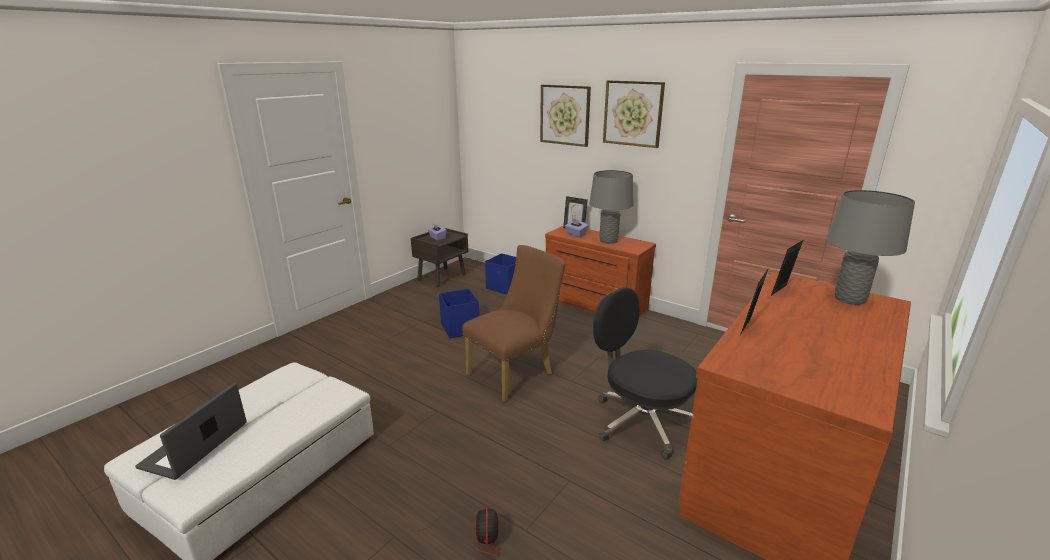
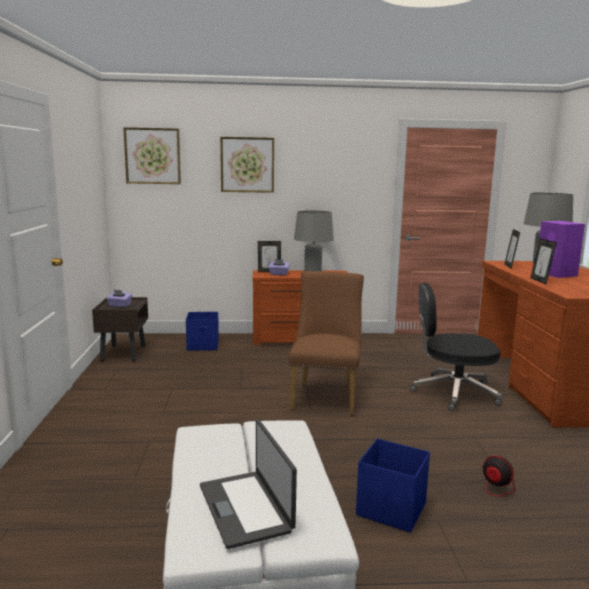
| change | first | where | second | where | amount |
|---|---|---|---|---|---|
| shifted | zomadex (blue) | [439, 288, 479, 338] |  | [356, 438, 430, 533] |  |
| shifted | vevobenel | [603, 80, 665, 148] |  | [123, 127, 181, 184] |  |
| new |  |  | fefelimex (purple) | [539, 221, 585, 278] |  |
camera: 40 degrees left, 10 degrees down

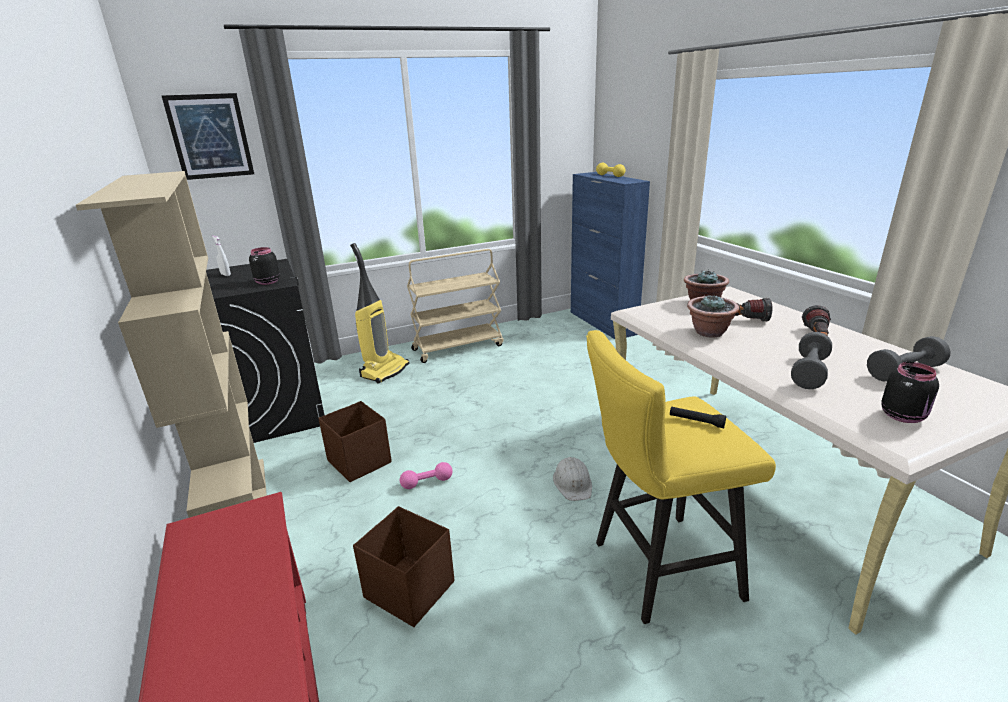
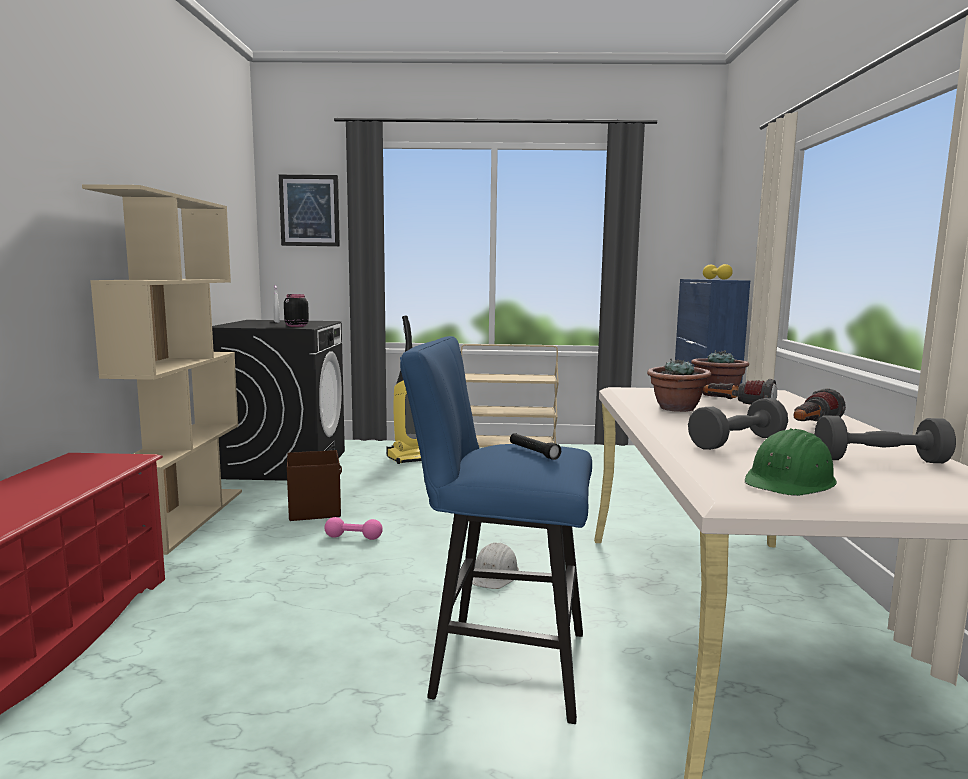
| change | first | where | second | where | amount |
|---|---|---|---|---|---|
| gone | zomadex (brown) | [353, 506, 454, 627] |  |  |  |
| repainted | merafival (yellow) | [586, 330, 776, 624] | merafival (blue) | [400, 336, 592, 724] |  |
| swapped | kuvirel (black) | [882, 362, 939, 423] | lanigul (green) | [745, 428, 837, 496] |  |
camera: 25 degrees right, 15 degrees down

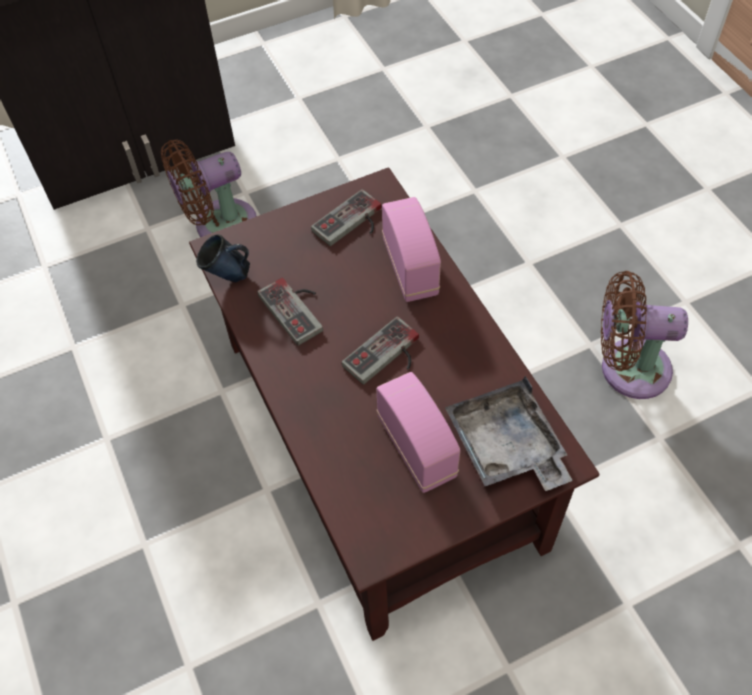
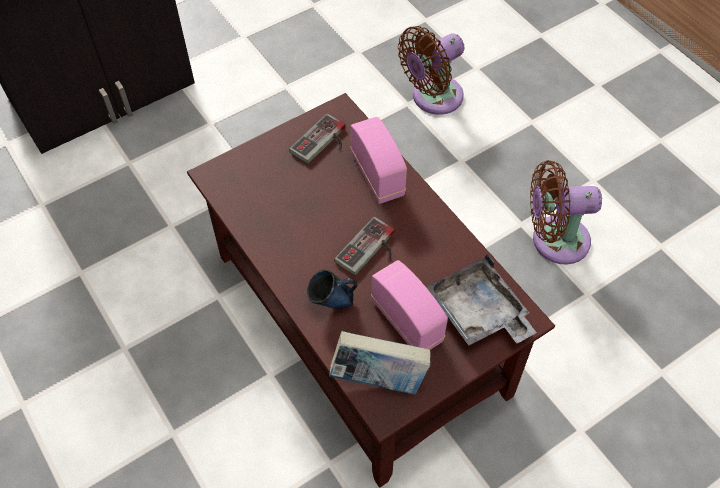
| change | first | where | second | where | amount |
|---|---|---|---|---|---|
| shifted | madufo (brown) | [161, 139, 256, 237] |  | [398, 26, 465, 115] |  |
| shifted | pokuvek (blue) | [196, 234, 250, 282] |  | [307, 270, 358, 309] |  |
| gone | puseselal | [257, 278, 323, 346] |  |  |  |
| new |  |  | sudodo | [329, 331, 430, 394] |  |
camera: 10 degrees left, 0 degrees up

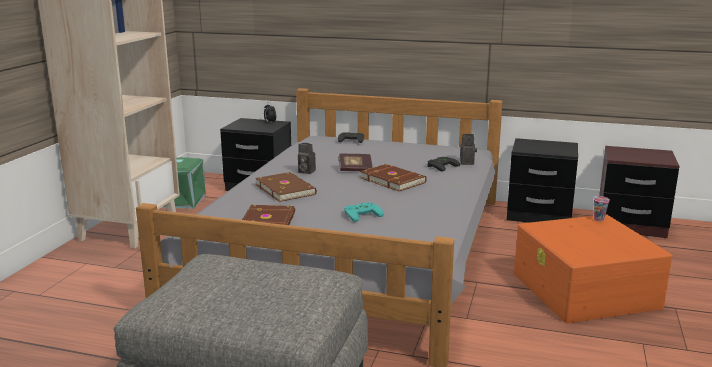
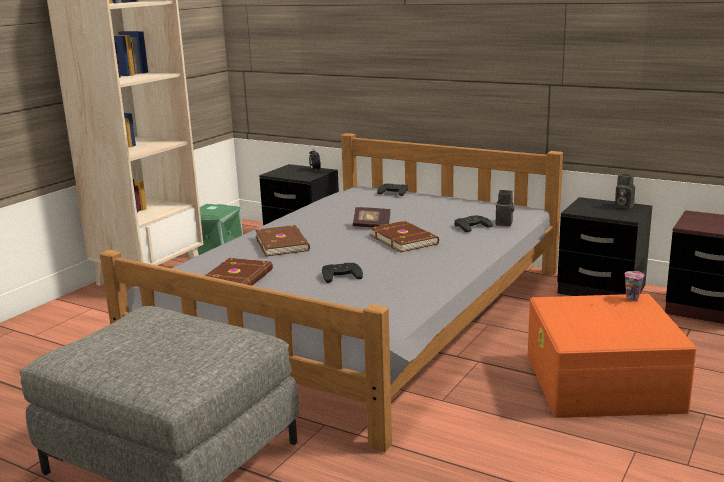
| change | first | where | second | where | amount |
|---|---|---|---|---|---|
| shifted | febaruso | [298, 143, 316, 174] |  | [615, 174, 635, 209] |  |
| repainted | puseselal (turquoise) | [344, 203, 384, 222] | puseselal (black) | [322, 263, 363, 283] |  |
camera: 15 degrees right, 0 degrees up

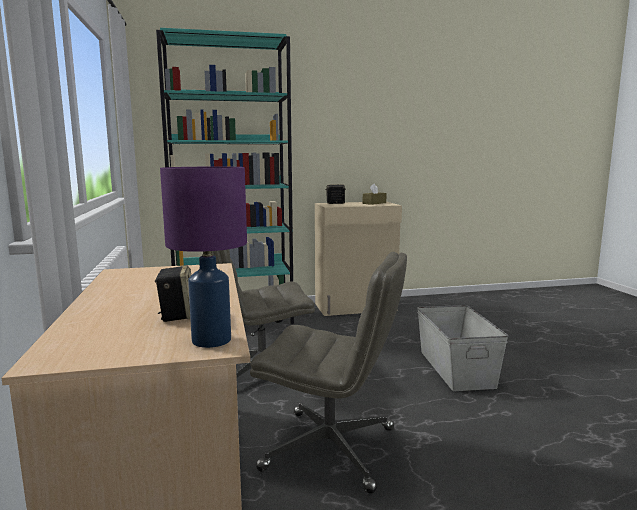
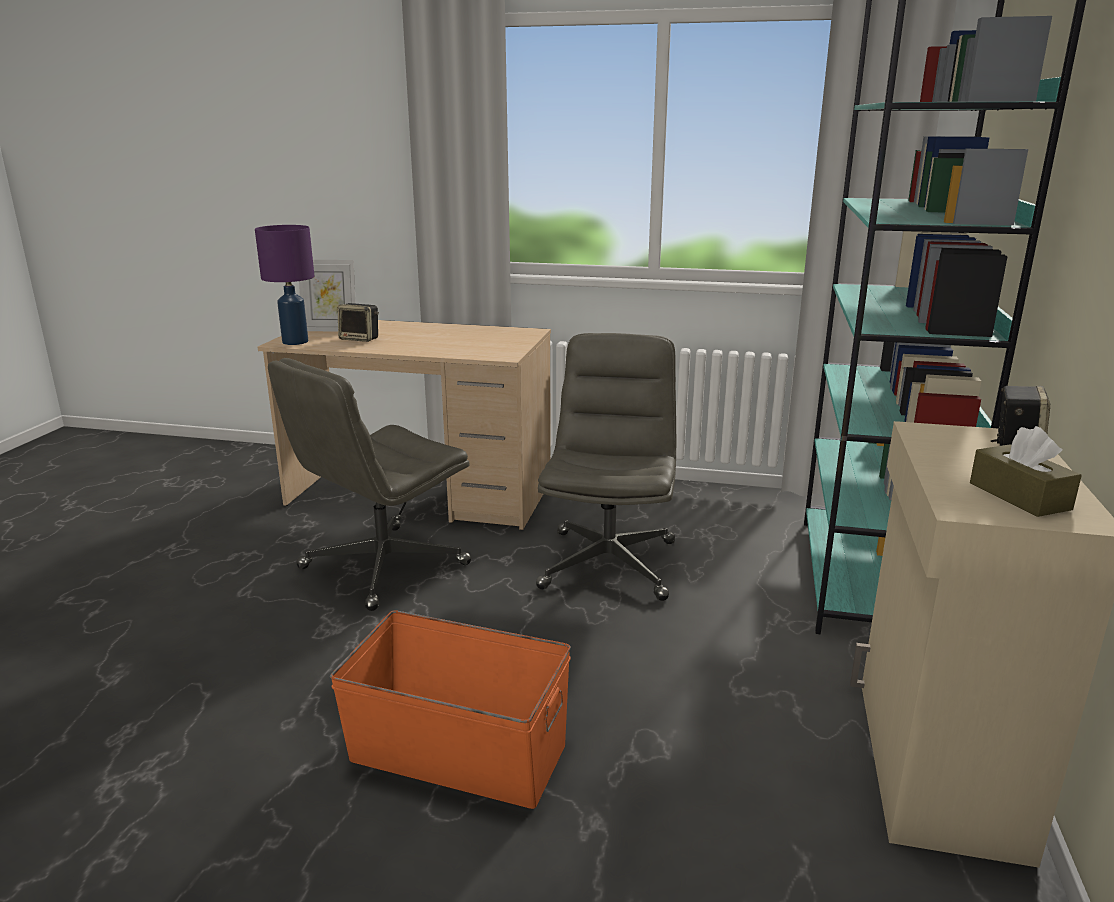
| change | first | where | second | where | amount |
|---|---|---|---|---|---|
| repainted | zomadex (grey) | [417, 305, 508, 391] | zomadex (orange) | [330, 611, 571, 809] |  |
| new |  |  | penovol | [299, 260, 356, 332] |  |
camera: 115 degrees right, 10 degrees up

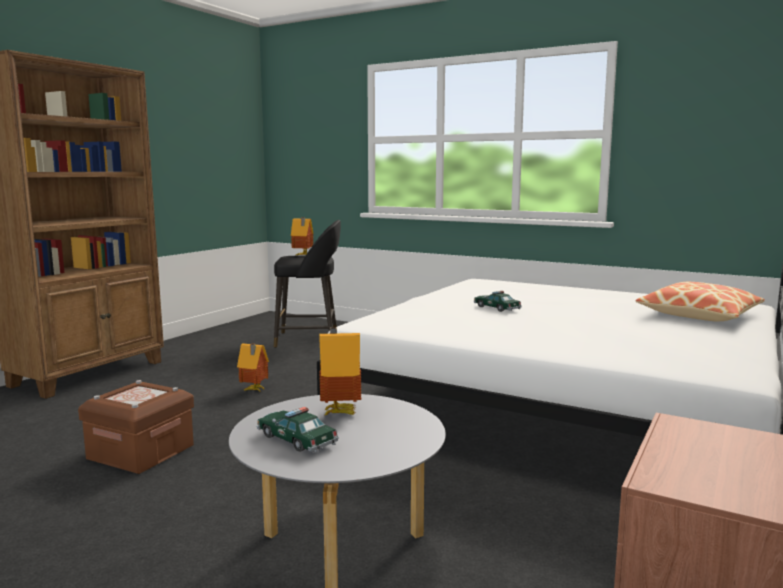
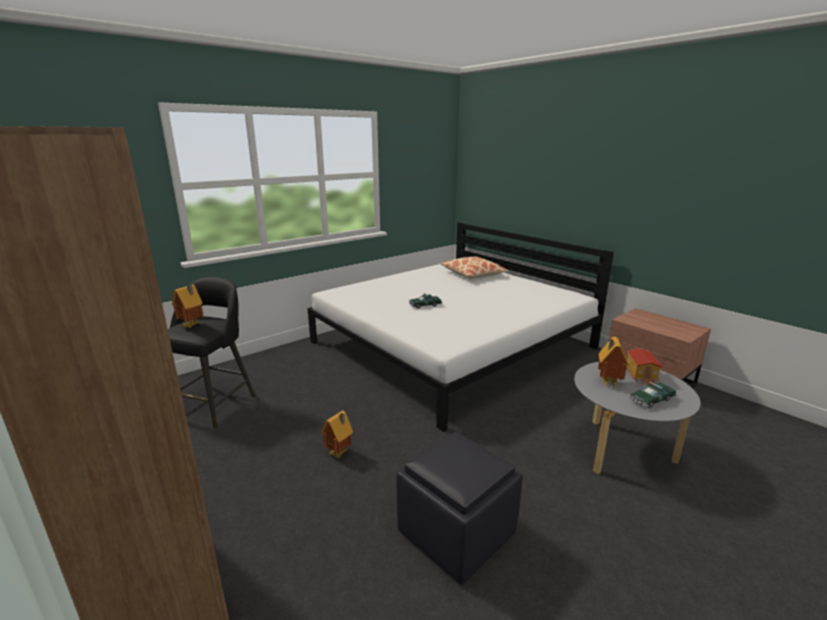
| change | first | where | second | where | amount |
|---|---|---|---|---|---|
| swapped | zomadex (brown) | [78, 380, 194, 474] | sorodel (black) | [396, 432, 523, 585] |  |
| new |  |  | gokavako | [627, 348, 663, 385] |  |
camera: 70 degrees left, 10 degrees up

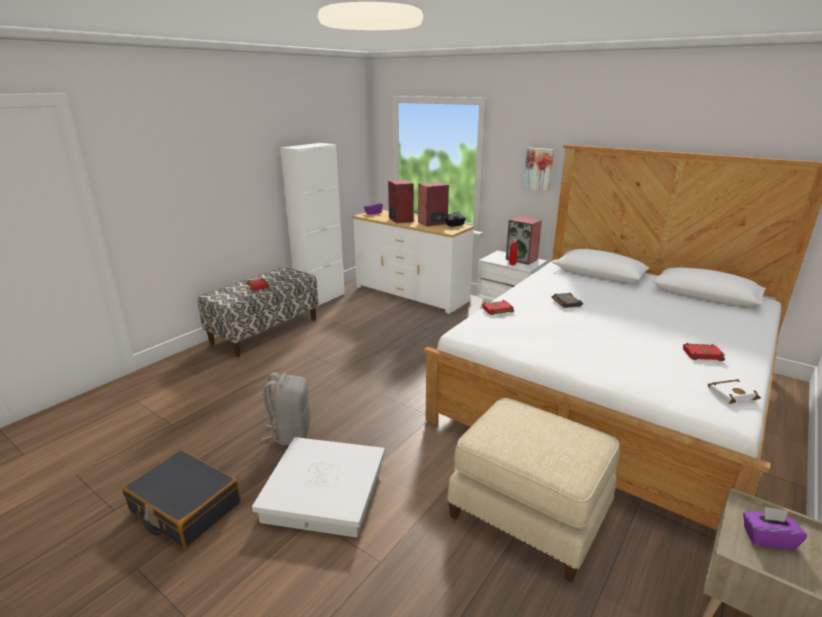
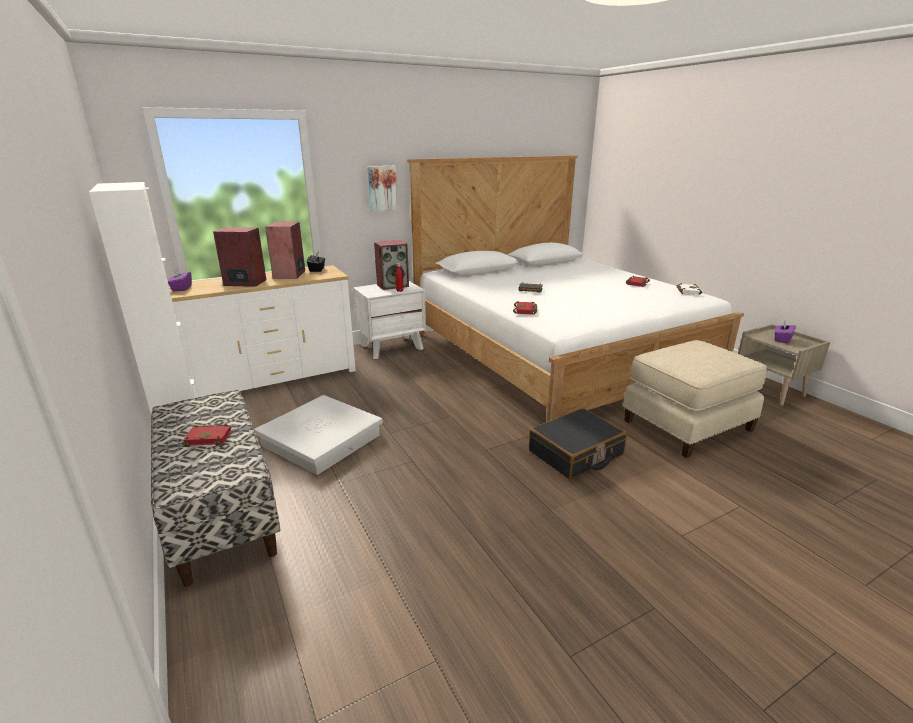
| change | first | where | second | where | amount |
|---|---|---|---|---|---|
| shifted | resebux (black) | [122, 450, 241, 548] |  | [529, 408, 627, 479] |  |
| shifted | zomadex (white) | [252, 437, 385, 538] |  | [254, 395, 383, 475] |  |
| gone | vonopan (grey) | [262, 372, 311, 446] |  |  |  |
camera: 65 degrees left, 0 degrees up

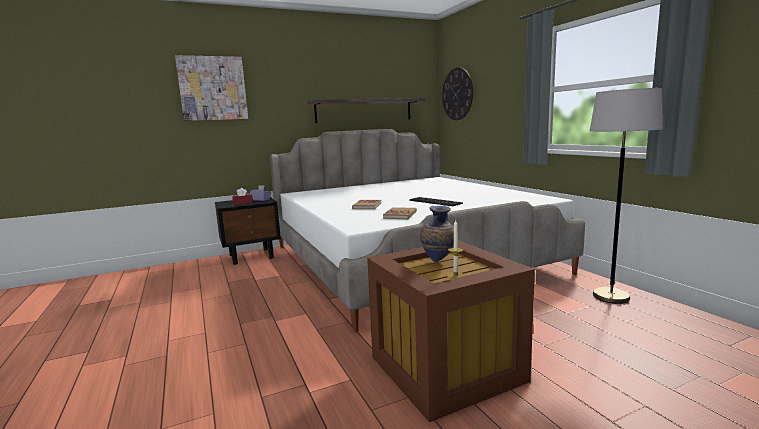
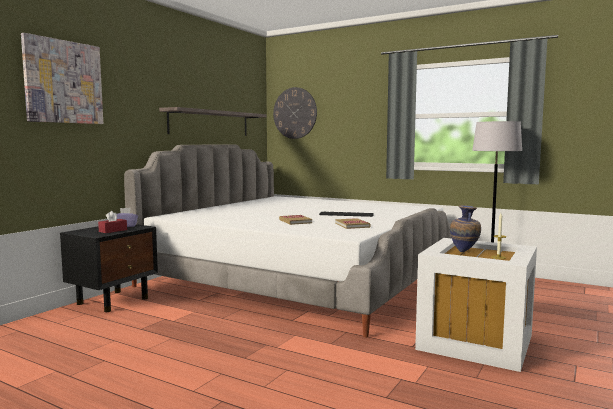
| change | first | where | second | where | amount |
|---|---|---|---|---|---|
| repainted | zomadex (brown) | [367, 240, 535, 422] | zomadex (white) | [415, 238, 537, 372] |  |
camera: 35 degrees left, 5 degrees down

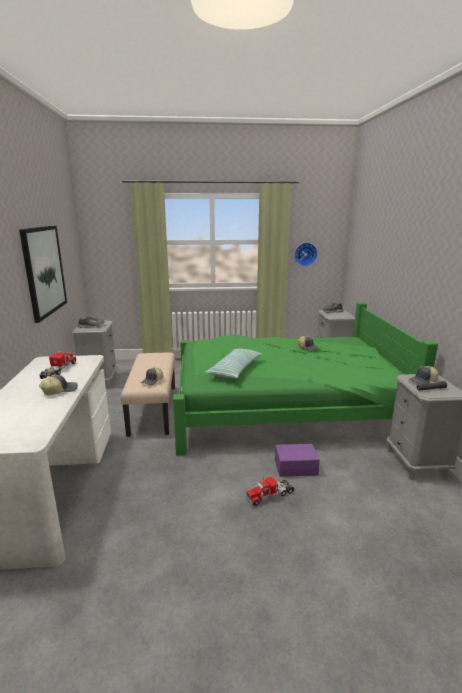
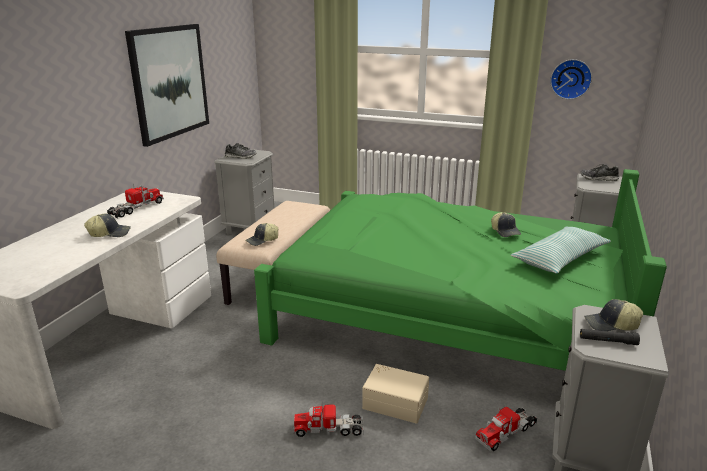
| change | first | where | second | where | amount |
|---|---|---|---|---|---|
| shifted | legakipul | [205, 348, 262, 378] |  | [511, 226, 611, 274] |  |
| repainted | zomadex (purple) | [275, 444, 320, 477] | zomadex (beige) | [362, 364, 429, 423] |  |
| new |  |  | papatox | [475, 407, 537, 451] |  |
camera: 25 degrees right, 5 degrees up

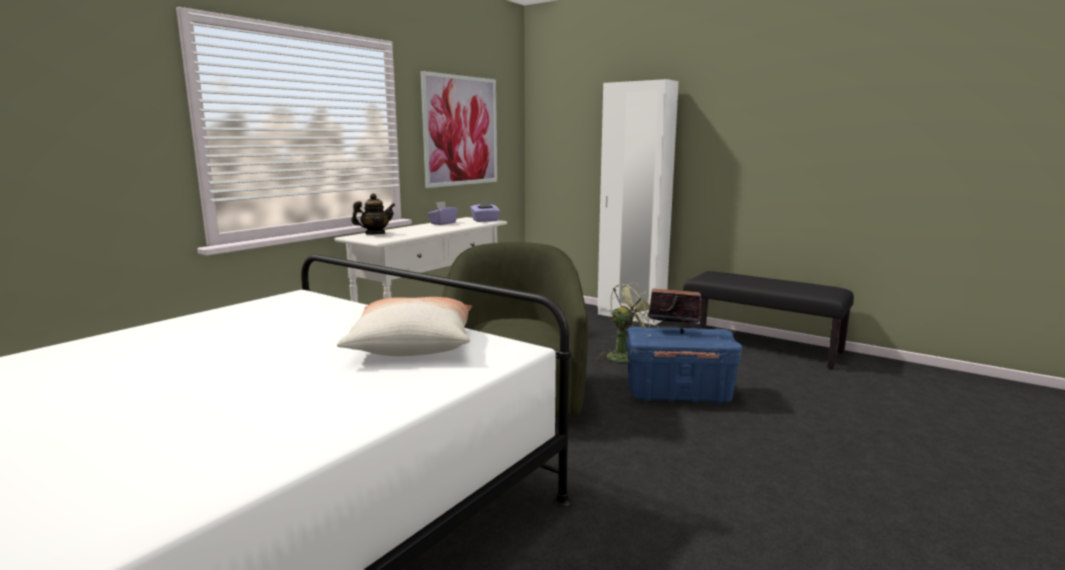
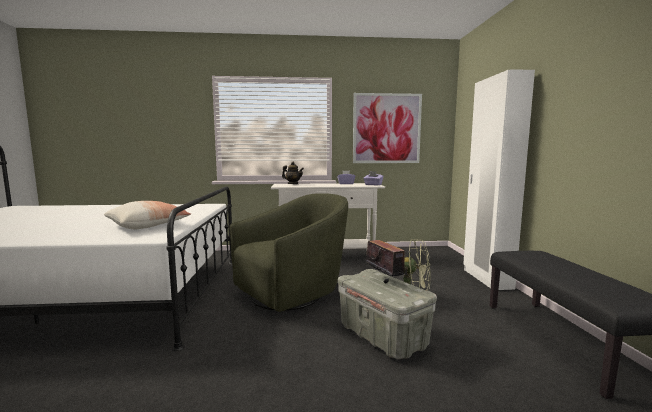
| change | first | where | second | where | amount |
|---|---|---|---|---|---|
| repainted | zomadex (blue) | [626, 327, 742, 404] | zomadex (grey) | [338, 269, 437, 359] |  |
camera: 50 degrees right, 5 degrees down

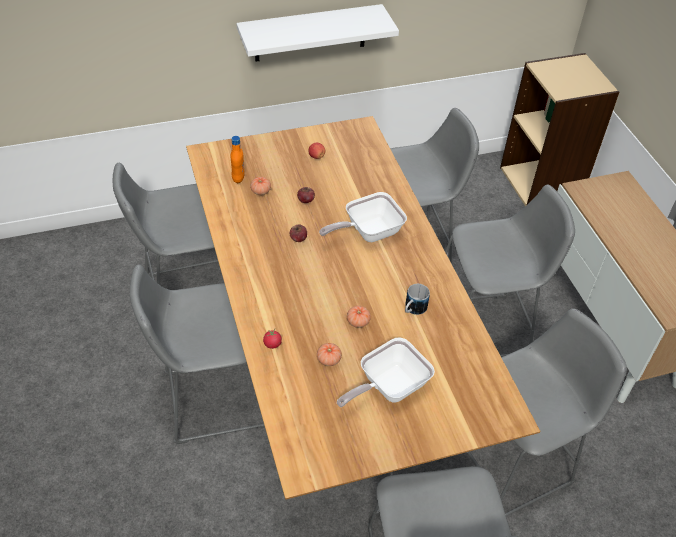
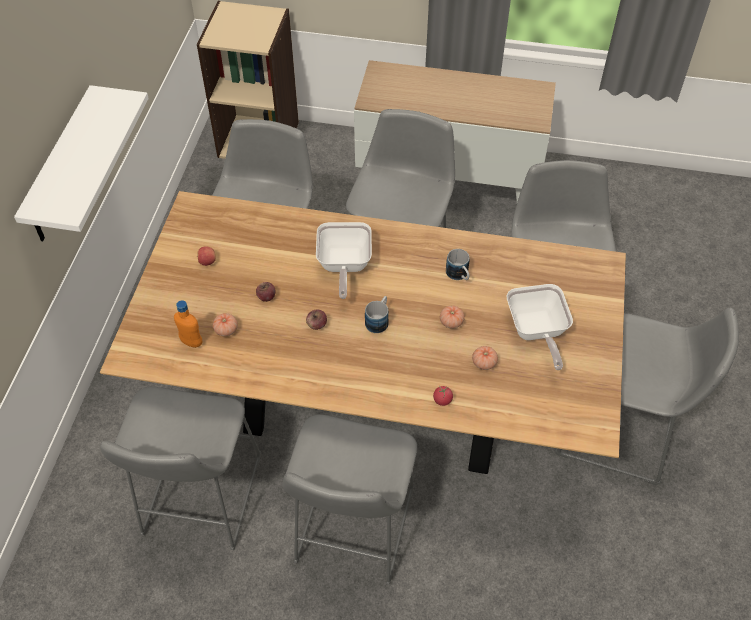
| change | first | where | second | where | amount |
|---|---|---|---|---|---|
| new |  |  | pokuvek | [365, 296, 389, 333] |  |
camera: 60 degrees left, 5 degrees up

